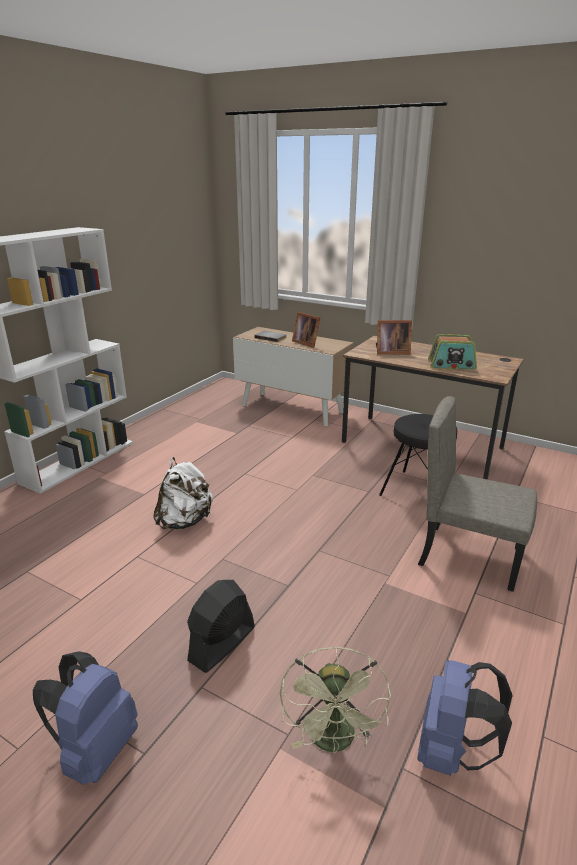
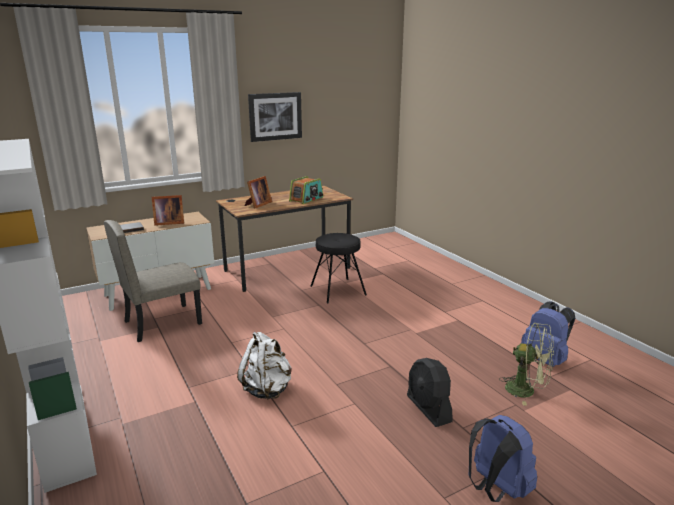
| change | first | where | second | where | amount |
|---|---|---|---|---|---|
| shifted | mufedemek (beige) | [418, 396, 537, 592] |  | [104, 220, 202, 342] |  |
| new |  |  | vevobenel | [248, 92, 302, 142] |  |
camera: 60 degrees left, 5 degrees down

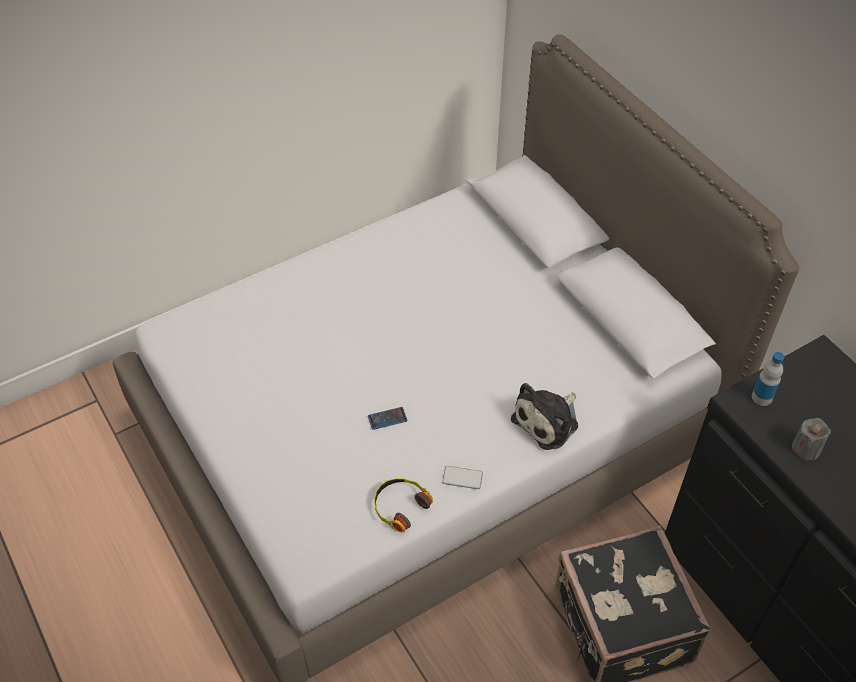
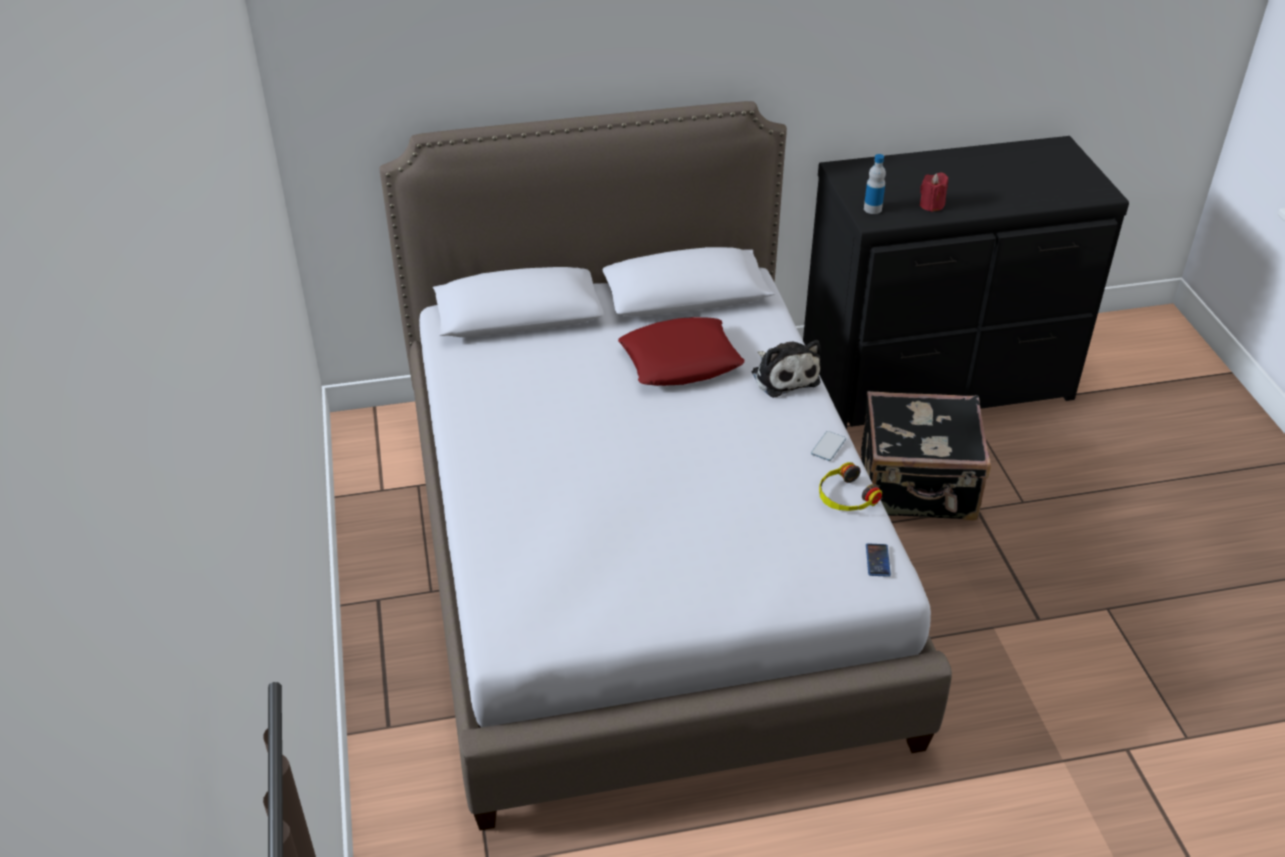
| change | first | where | second | where | amount |
|---|---|---|---|---|---|
| shifted | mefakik | [368, 407, 408, 430] |  | [866, 543, 891, 577] |  |
| repainted | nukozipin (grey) | [792, 418, 831, 461] | nukozipin (red) | [920, 172, 948, 212] |  |
| new |  |  | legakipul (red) | [618, 317, 744, 386] |  |
camera: 70 degrees left, 10 degrees down

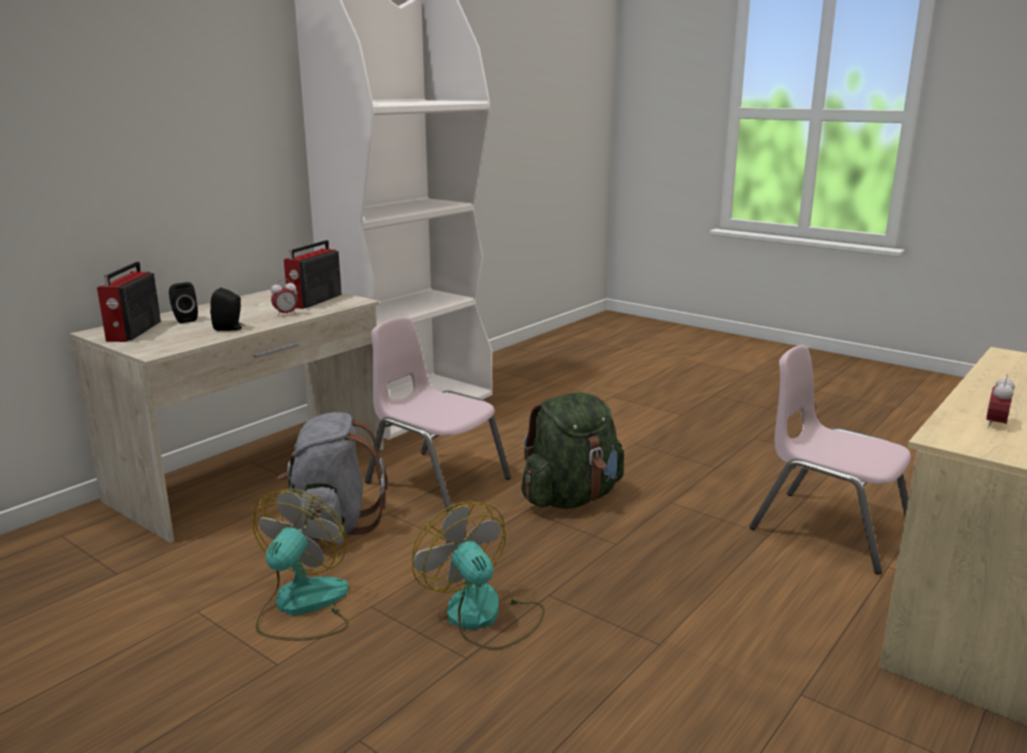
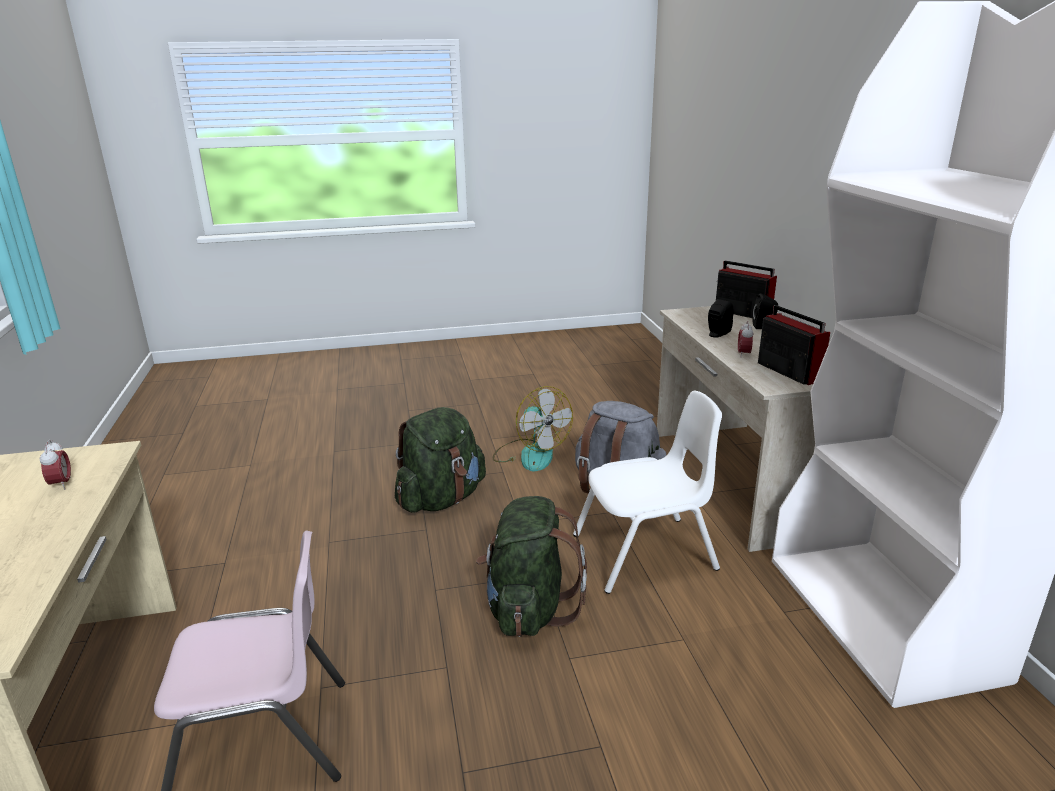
| change | first | where | second | where | amount |
|---|---|---|---|---|---|
| repainted | mufedemek (pink) | [365, 317, 511, 515] | mufedemek (white) | [573, 391, 722, 594] |  |
| swapped | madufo | [412, 501, 545, 650] | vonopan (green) | [395, 407, 486, 513] |  |
camera: 130 degrees right, 5 degrees up

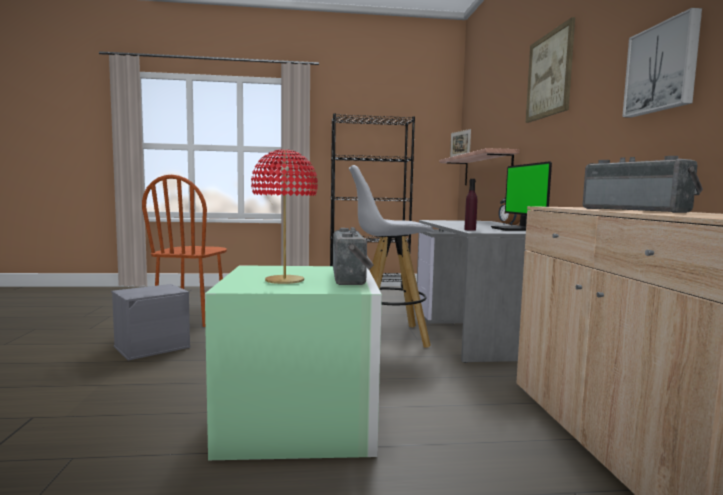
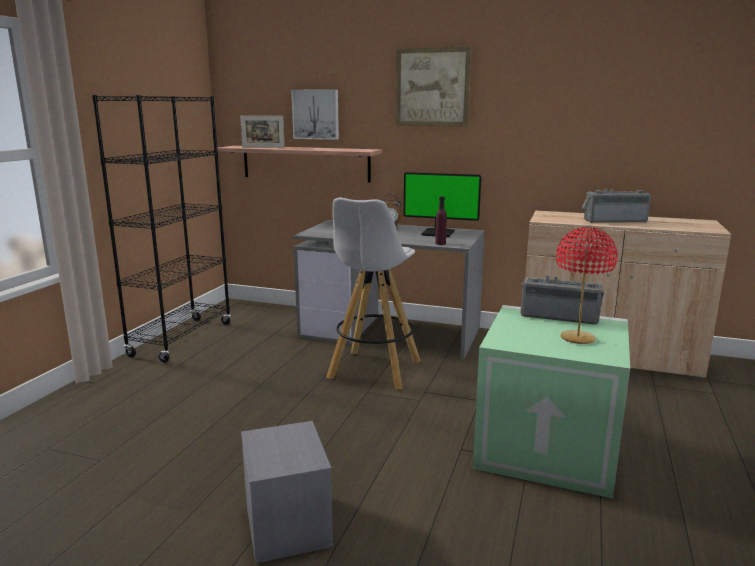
| change | first | where | second | where | amount |
|---|---|---|---|---|---|
| gone | mufedemek (brown) | [142, 175, 227, 327] |  |  |  |
| shifted | vevobenel | [622, 8, 702, 118] |  | [291, 89, 339, 140] |  |
camera: 65 degrees left, 10 degrees up

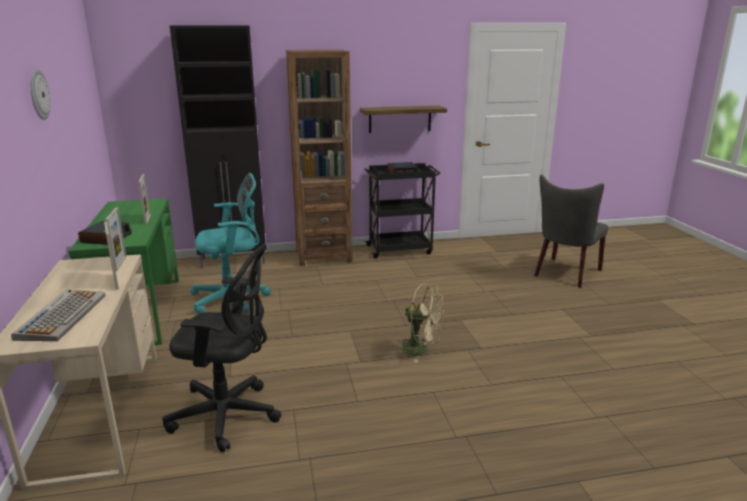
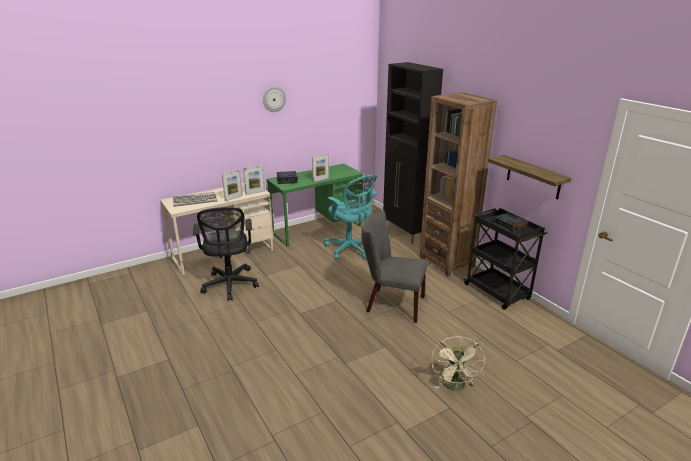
| change | first | where | second | where | amount |
|---|---|---|---|---|---|
| shifted | madufo (beige) | [398, 284, 445, 363] |  | [431, 336, 485, 391] |  |
| shifted | mufedemek (grey) | [534, 175, 608, 288] |  | [361, 210, 428, 323] |  |
camera: 70 degrees right, 5 degrees up

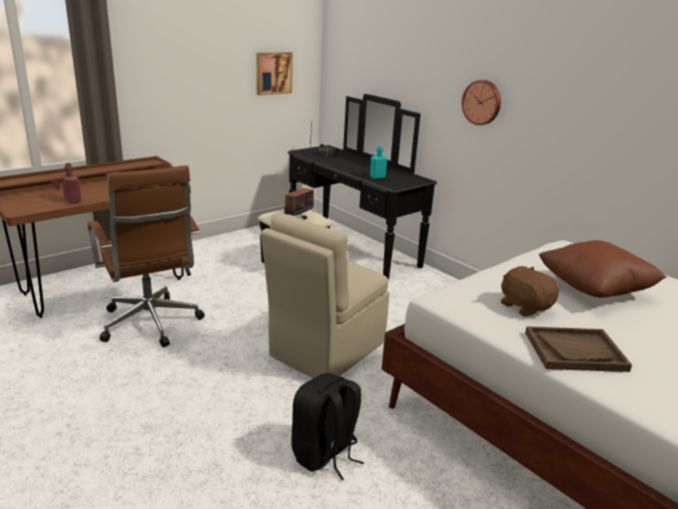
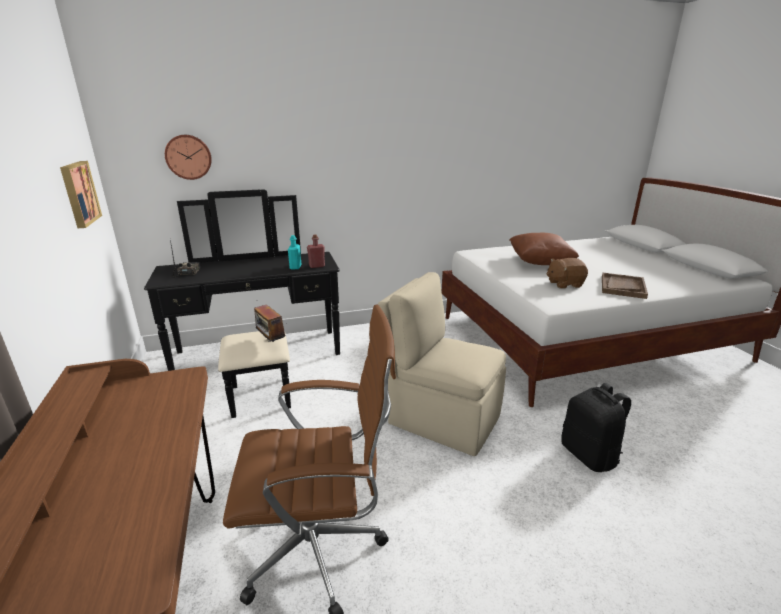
| change | first | where | second | where | amount |
|---|---|---|---|---|---|
| shifted | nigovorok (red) | [61, 163, 82, 204] |  | [307, 234, 325, 268] |  |
| rotated | mufedemek (beige) | [261, 213, 389, 378] |  | [378, 272, 506, 456] | 150 degrees clockwise |
| shifted | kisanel | [462, 80, 501, 125] |  | [165, 135, 212, 180] |  |
camera: 65 degrees left, 0 degrees up

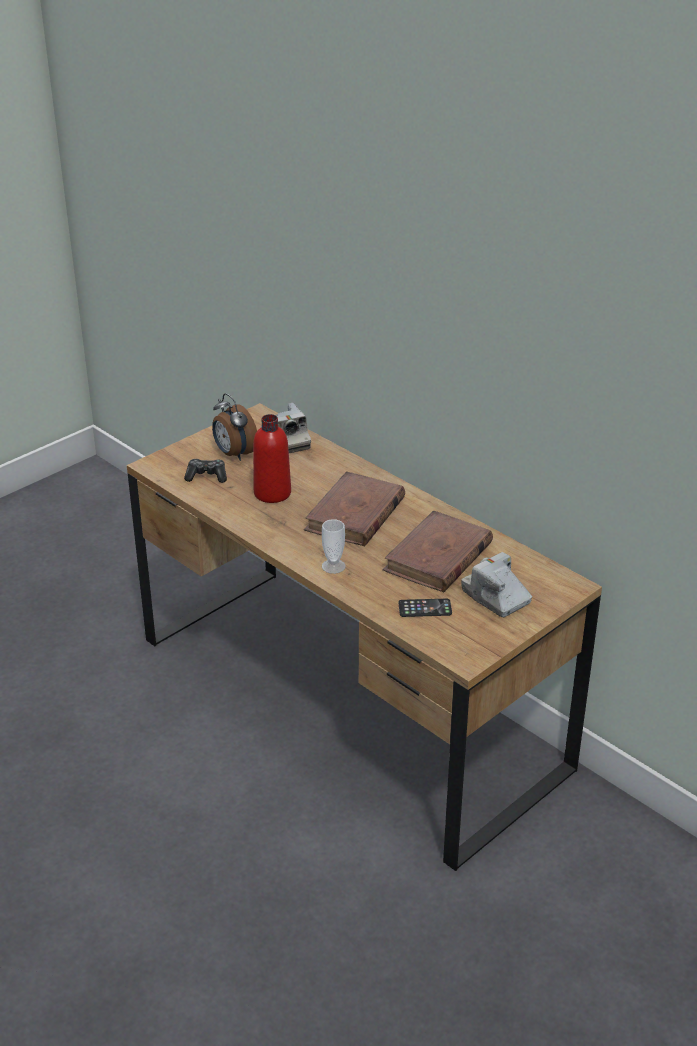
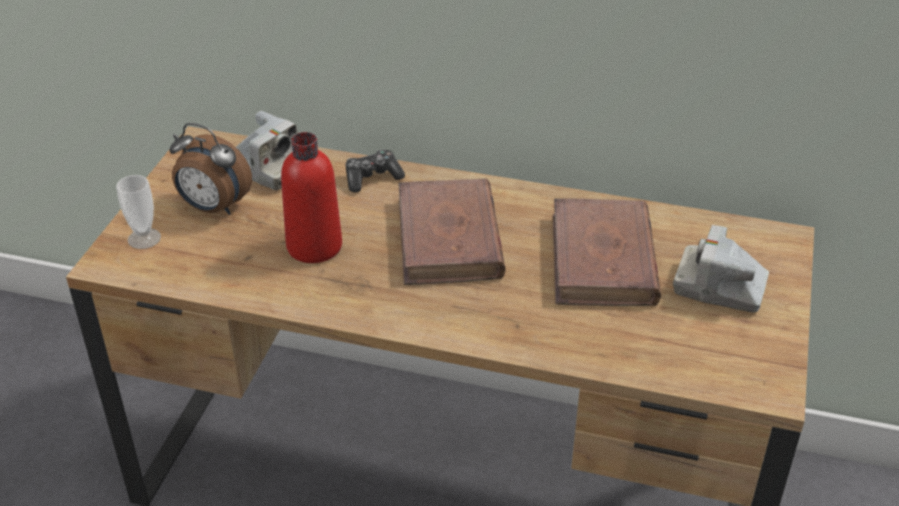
| change | first | where | second | where | amount |
|---|---|---|---|---|---|
| shifted | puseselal | [184, 459, 227, 483] |  | [346, 150, 405, 192] |  |
| shifted | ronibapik | [322, 519, 346, 574] |  | [116, 175, 161, 249] |  |
| gone | mefakik | [398, 599, 452, 617] |  |  |  |
camera: 30 degrees left, 5 degrees up

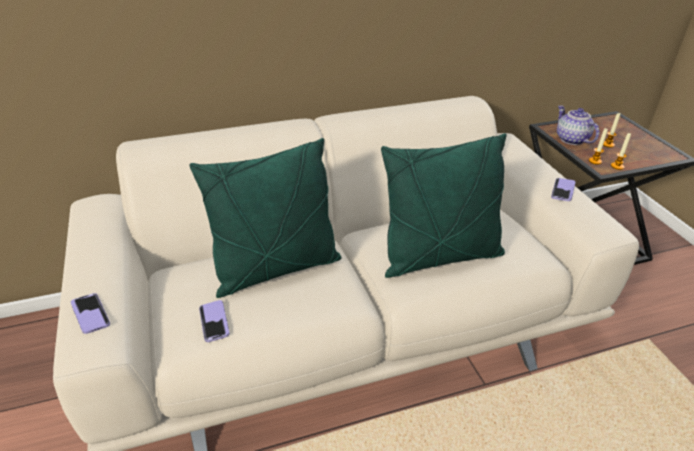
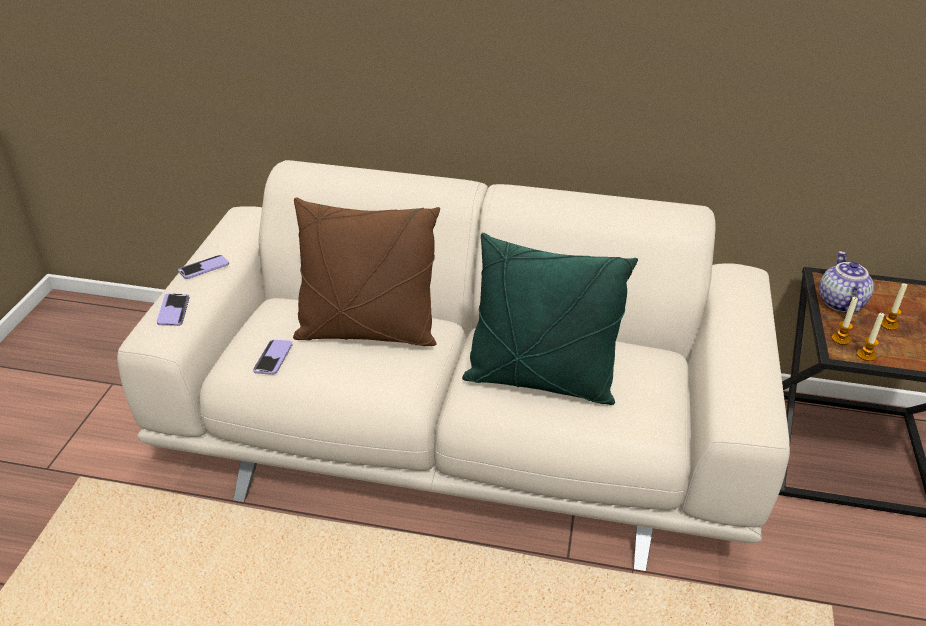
| change | first | where | second | where | amount |
|---|---|---|---|---|---|
| repainted | legakipul (green) | [190, 138, 342, 298] | legakipul (brown) | [293, 197, 440, 346] |  |
| shifted | mefakik | [551, 178, 575, 201] |  | [178, 255, 229, 279] |  |
camera: 30 degrees right, 0 degrees up

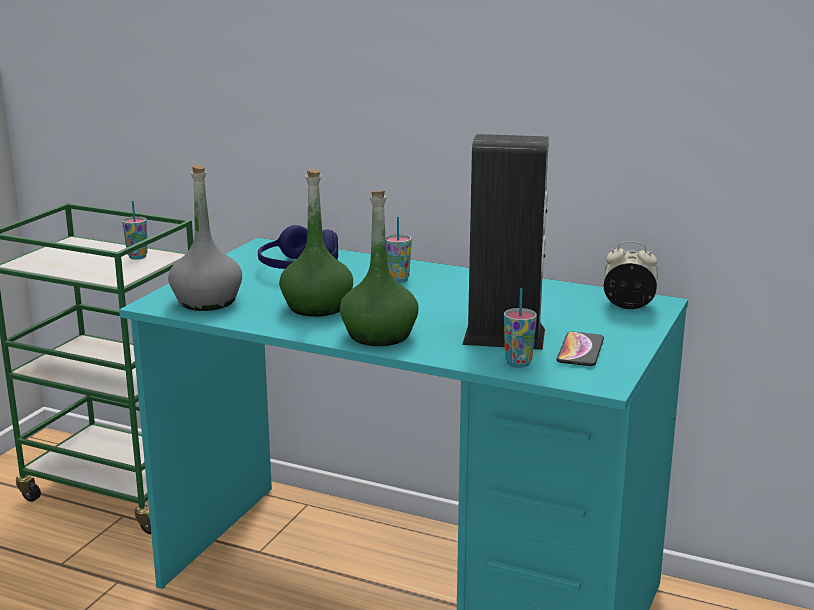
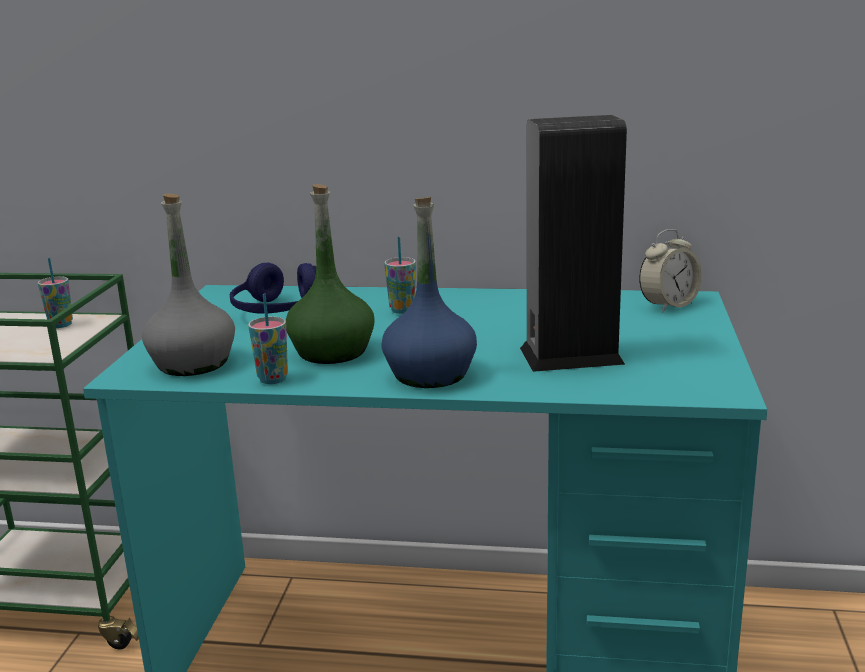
| change | first | where | second | where | amount |
|---|---|---|---|---|---|
| repainted | nigovorok (green) | [340, 191, 418, 346] | nigovorok (blue) | [381, 197, 477, 388] |  |
| shifted | ronibapik | [504, 288, 537, 368] |  | [248, 293, 288, 384] |  |
| gone | mefakik | [556, 332, 604, 366] |  |  |  |
| rotated | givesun | [604, 241, 658, 309] |  | [639, 229, 702, 313] | 150 degrees clockwise |
camera: 15 degrees left, 0 degrees up

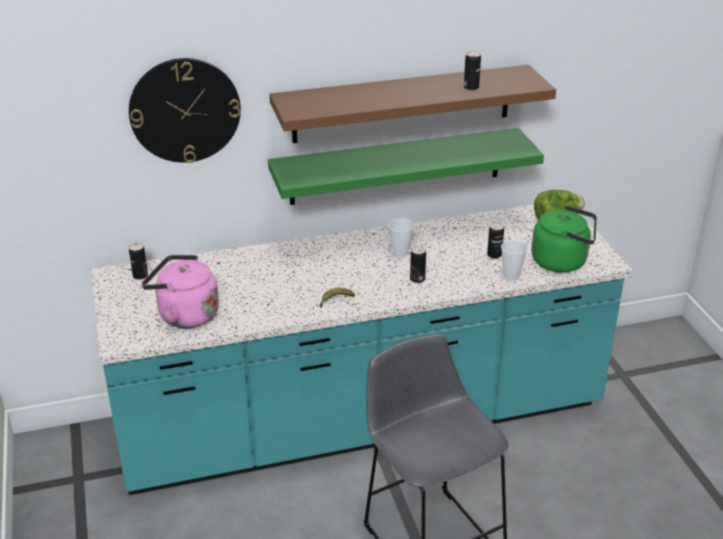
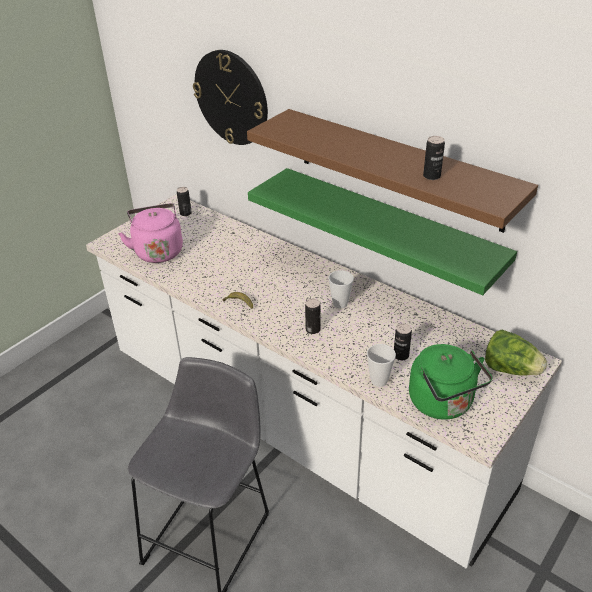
| change | first | where | second | where | amount |
|---|---|---|---|---|---|
| repainted | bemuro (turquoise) | [91, 205, 632, 495] | bemuro (white) | [86, 194, 562, 569] |  |
camera: 55 degrees right, 5 degrees up

